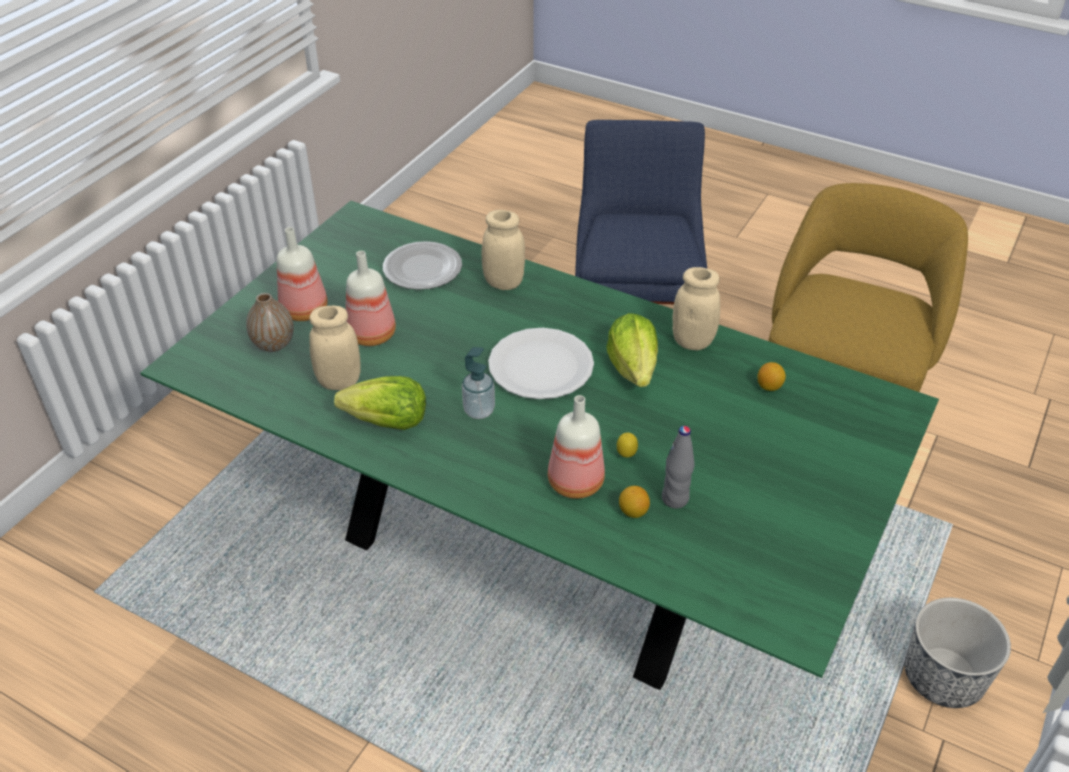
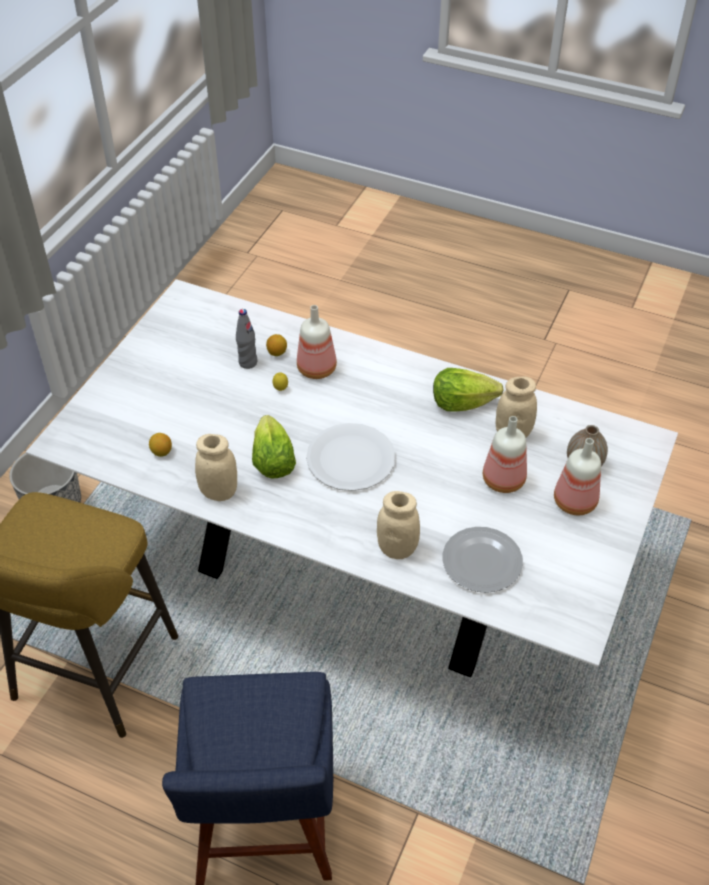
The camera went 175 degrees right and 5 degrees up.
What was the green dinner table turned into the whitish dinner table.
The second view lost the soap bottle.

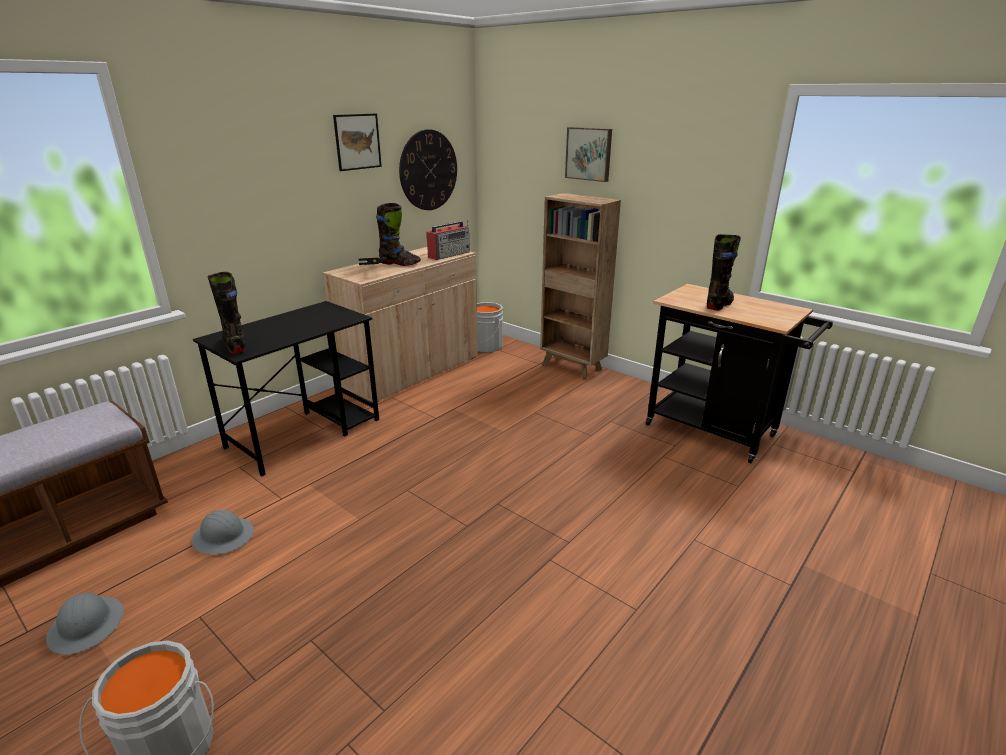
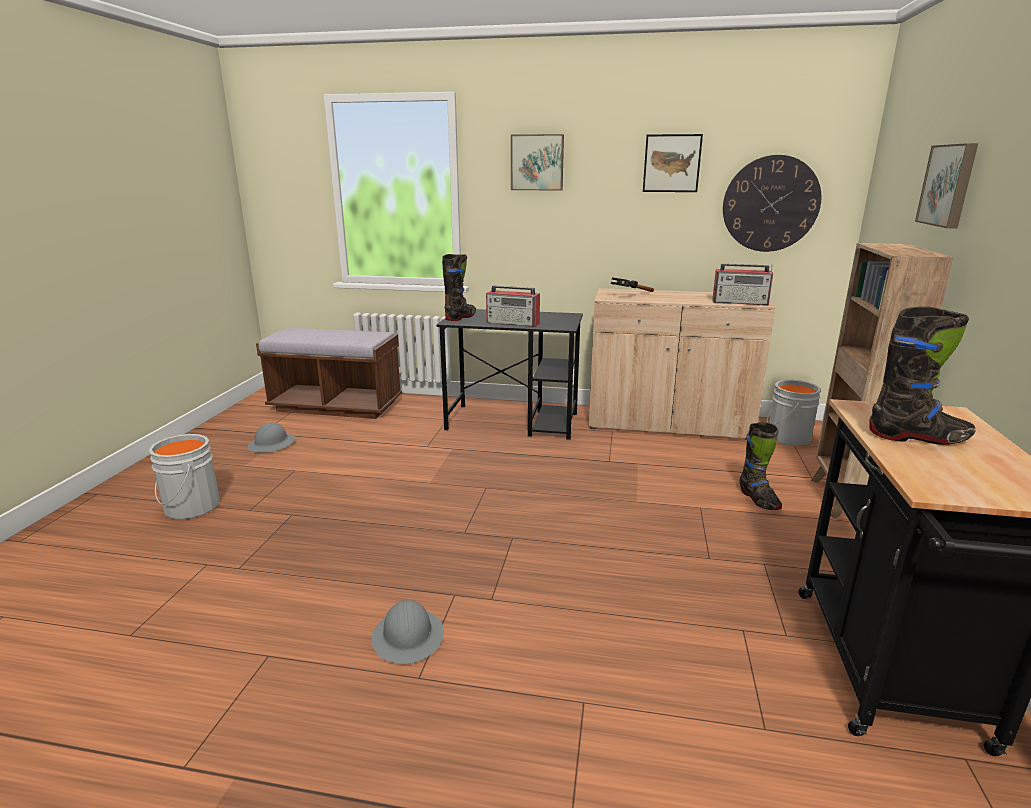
The camera went 60 degrees right and 5 degrees down.
The gray safety helmet (2nd from left) ended up elsewhere.
The second view gained the radio (1st from left).
The second view gained the picture (1st from left).
The blackish tall boot (2nd from left) ended up elsewhere.

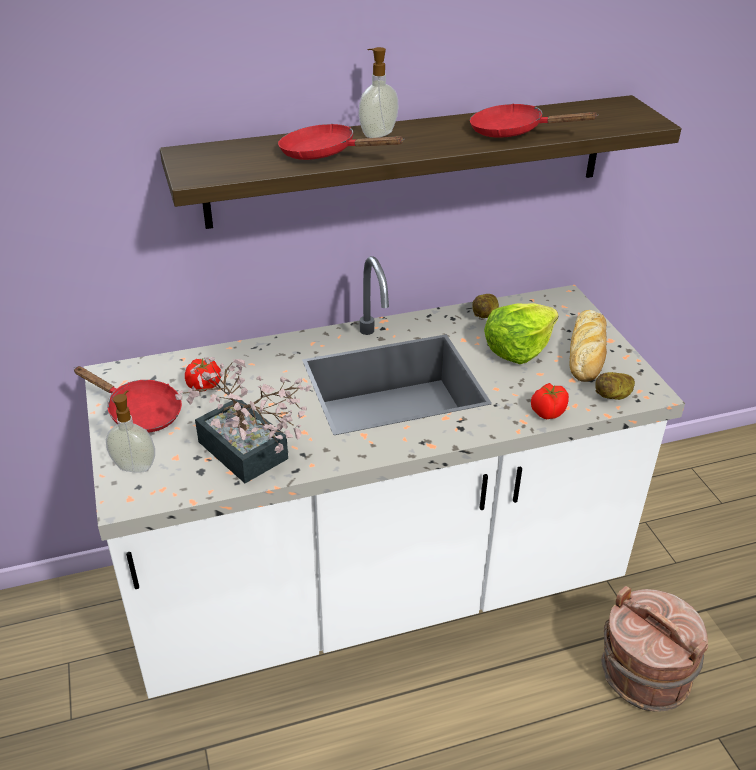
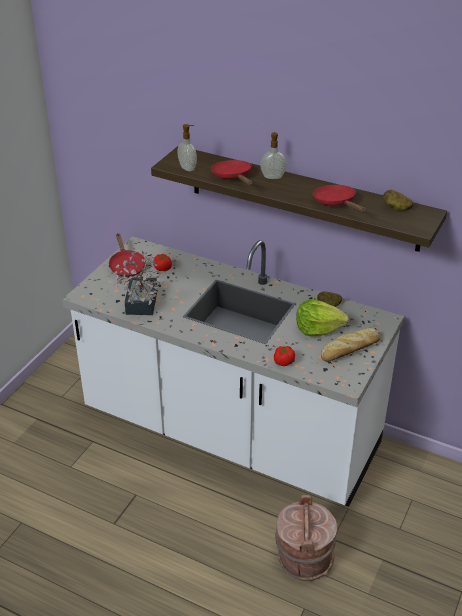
The camera went 45 degrees right and 0 degrees up.
The soap bottle (1st from left) ended up elsewhere.
The potato (2nd from left) ended up elsewhere.

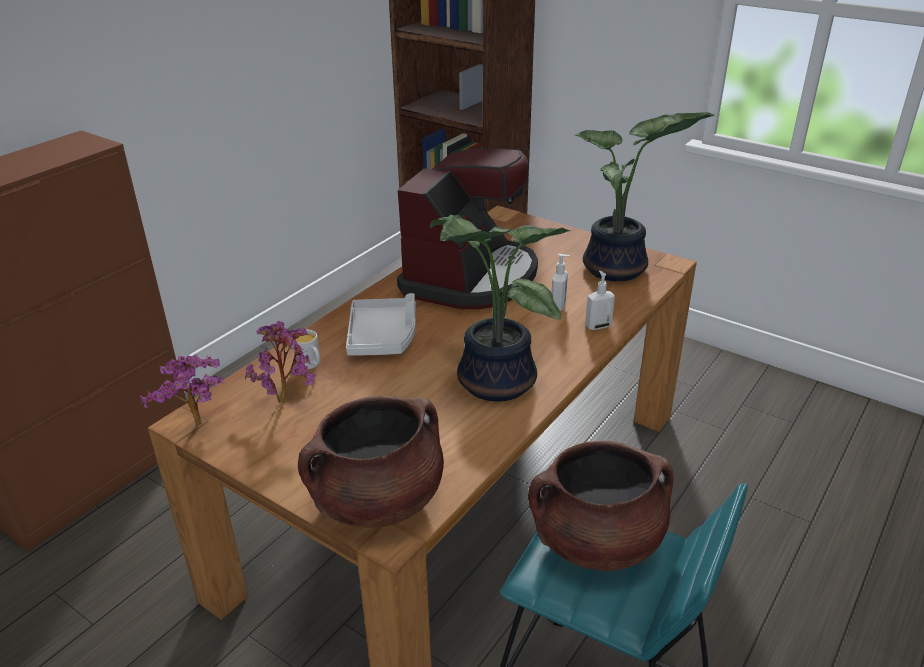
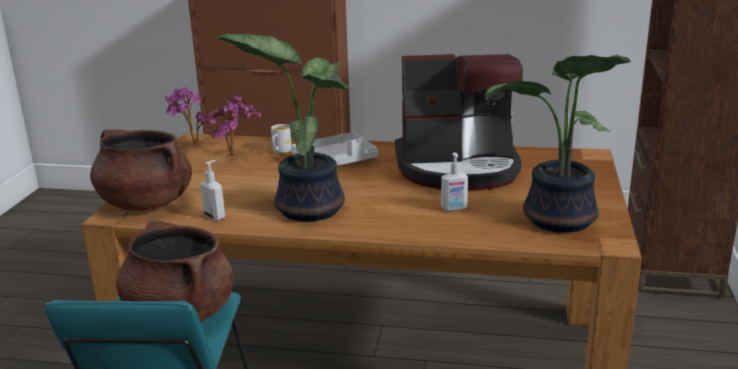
The camera went 65 degrees right and 10 degrees down.
The soap bottle (2nd from left in the first image) ended up elsewhere.

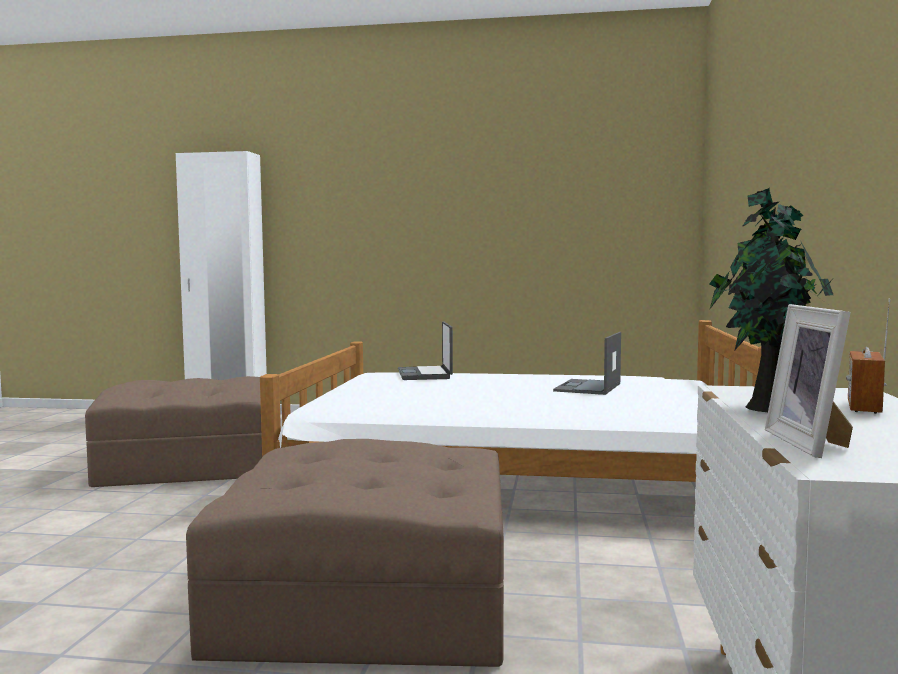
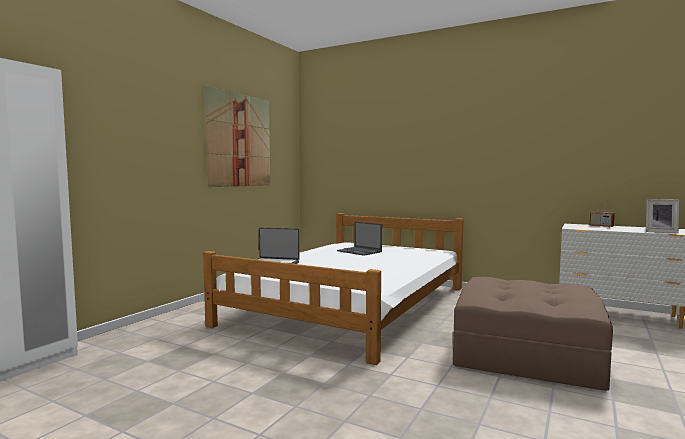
The camera went 70 degrees left and 0 degrees up.
The second view gained the picture.
The second view lost the brown-coloured pouffe (1st from left).
The second view lost the potted plant.

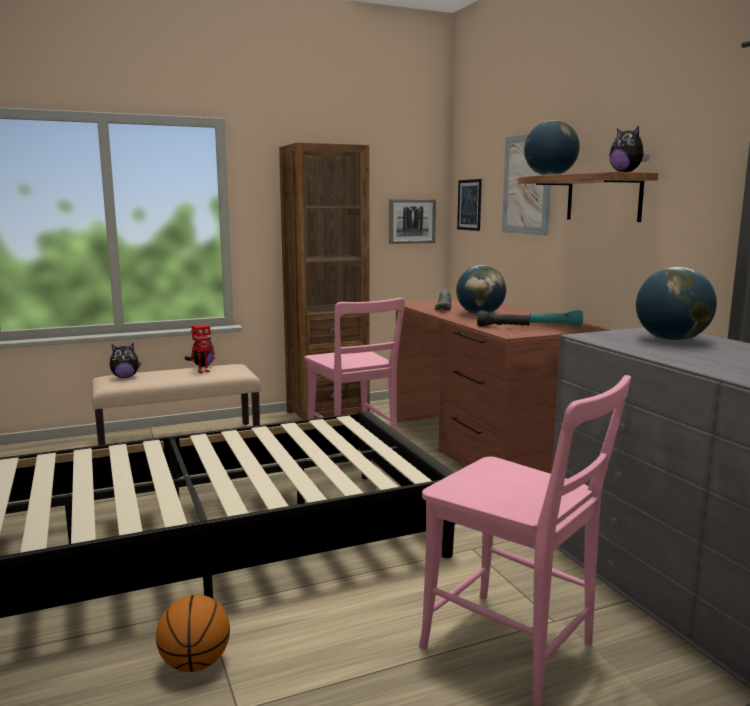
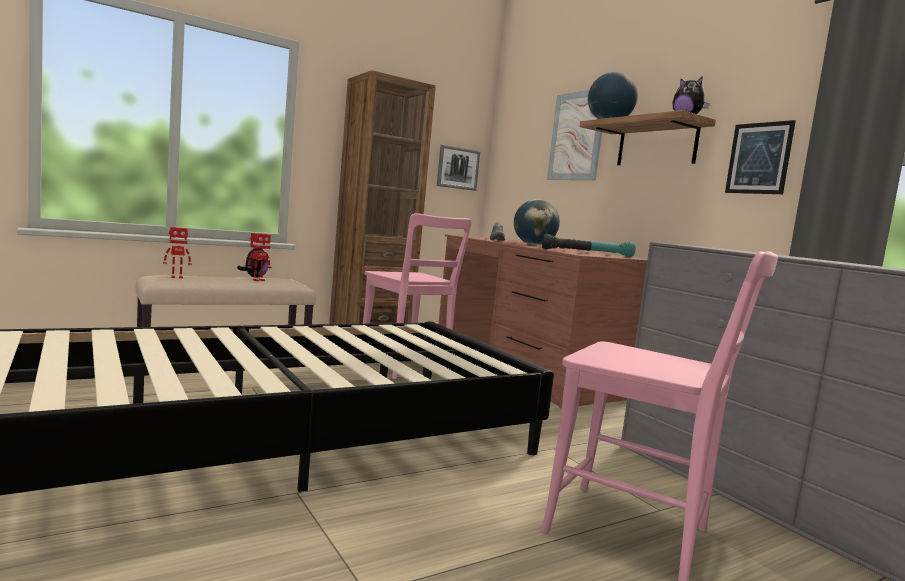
The camera went 10 degrees left and 5 degrees down.
Where the soft toy (1st from left) stood, the model robot (1st from left) came to stand.
The picture (2nd from left in the first image) ended up elsewhere.
The second view lost the basketball.
The second view lost the desk globe (3rd from left).

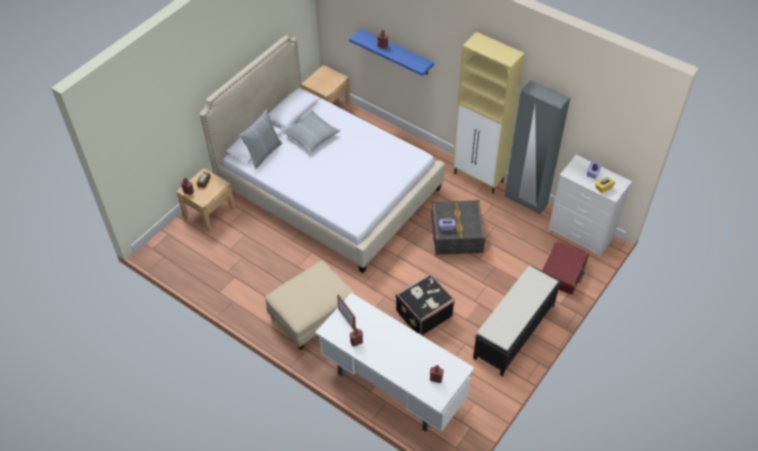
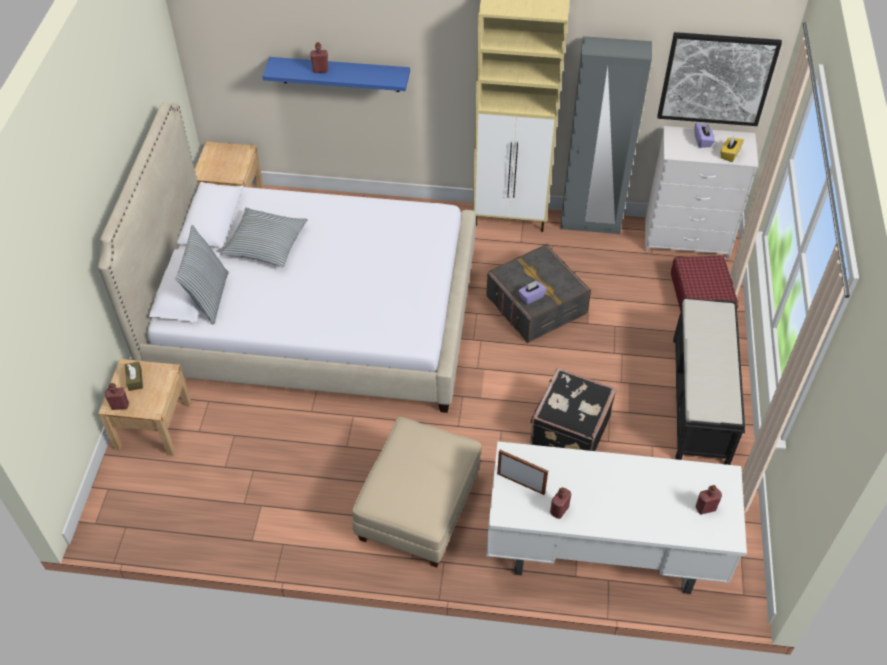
The camera went 30 degrees left and 0 degrees up.
The second view gained the picture.

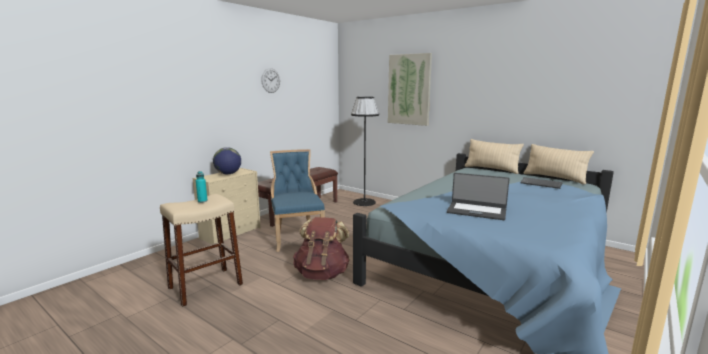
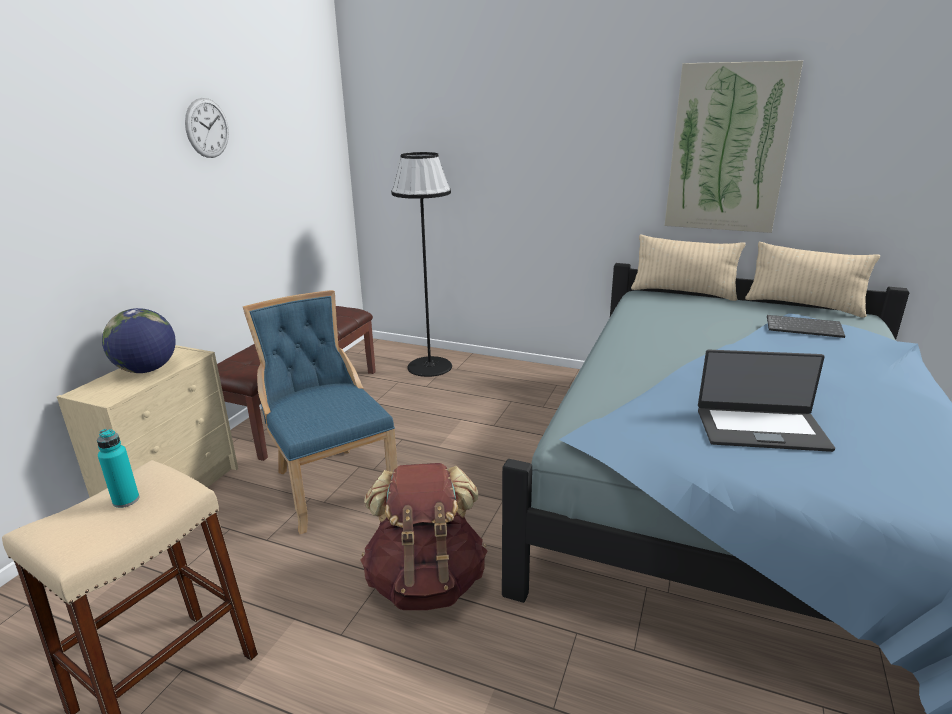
The camera went 15 degrees left and 10 degrees up.
The picture ended up elsewhere.

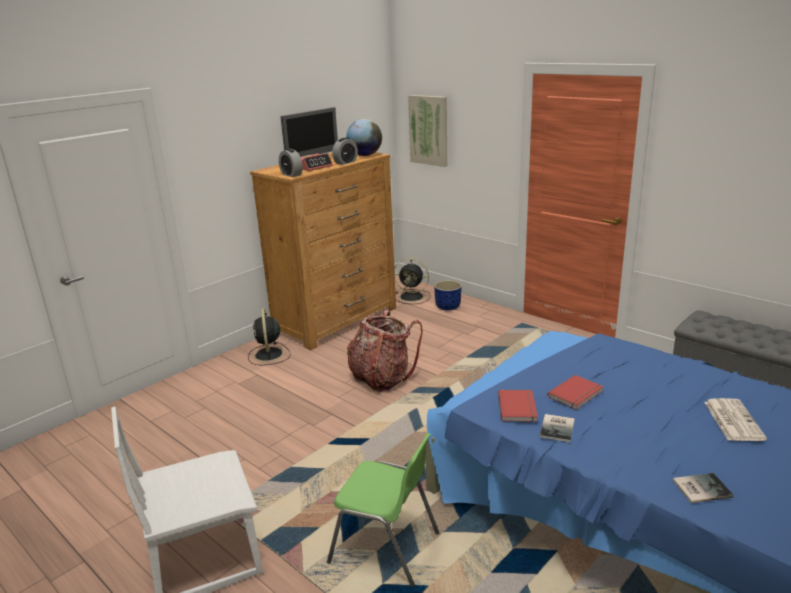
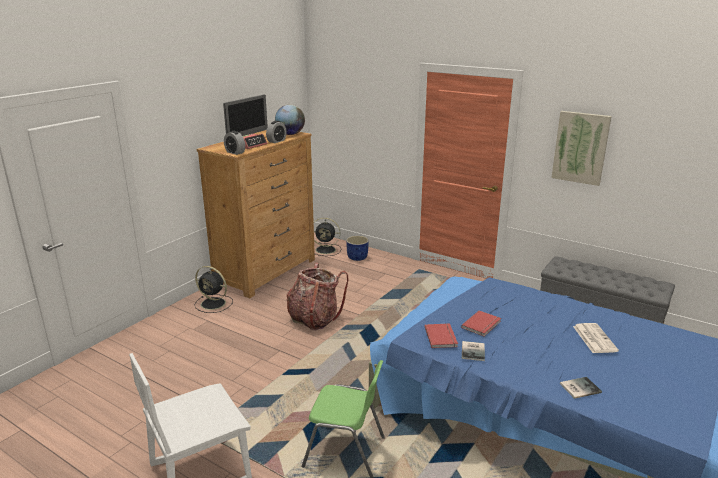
The camera went 10 degrees left and 0 degrees up.
The blackish cooling fan (1st from left) ended up facing another way, 45 degrees counterclockwise from before.
The picture ended up elsewhere.

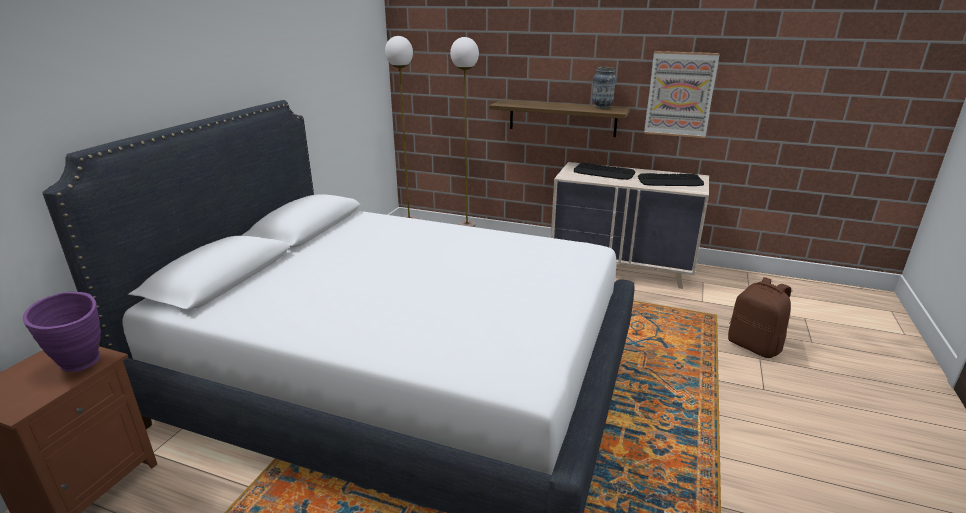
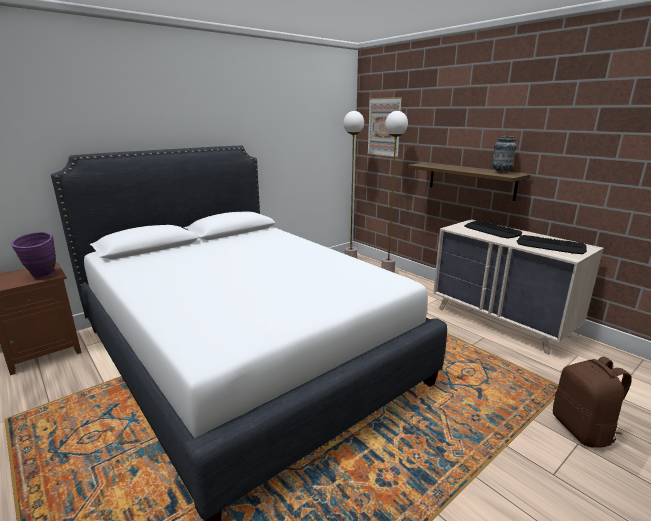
The camera went 30 degrees right and 5 degrees down.
The picture ended up elsewhere.

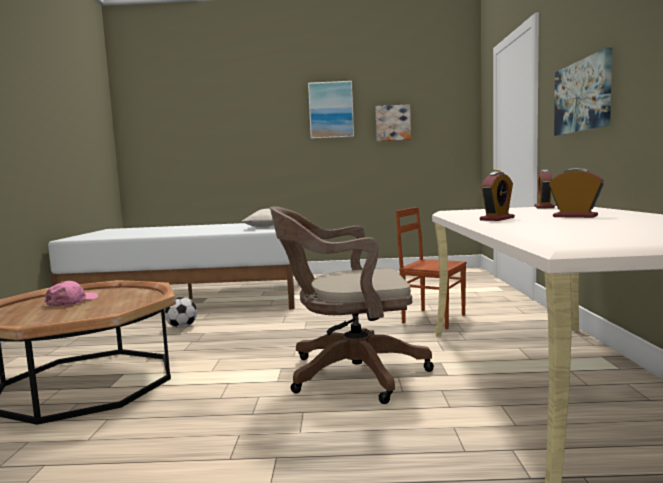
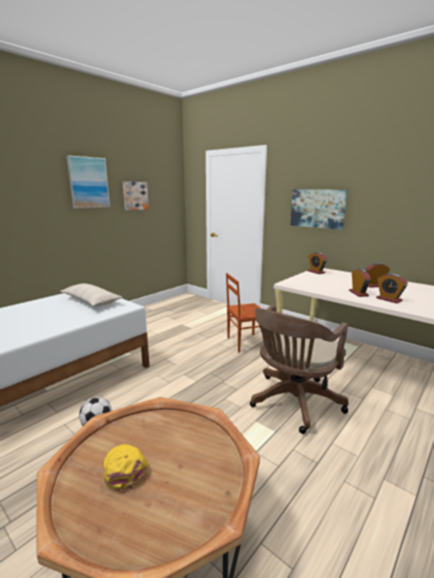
The camera went 50 degrees left and 10 degrees up.
What was the pinkish peaked cap turned into the yellow peaked cap.
The second view gained the table clock (4th from left).

